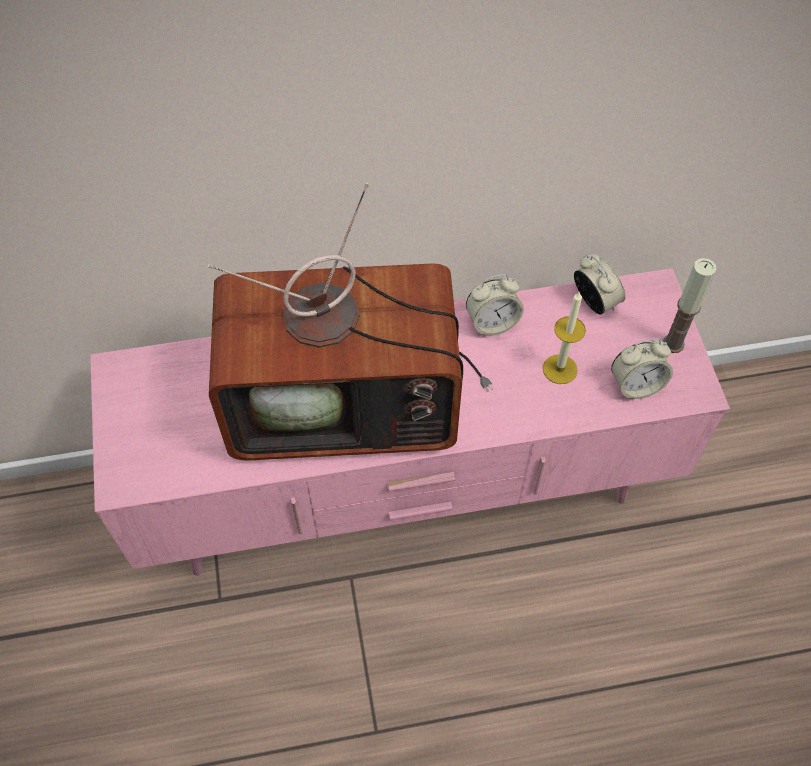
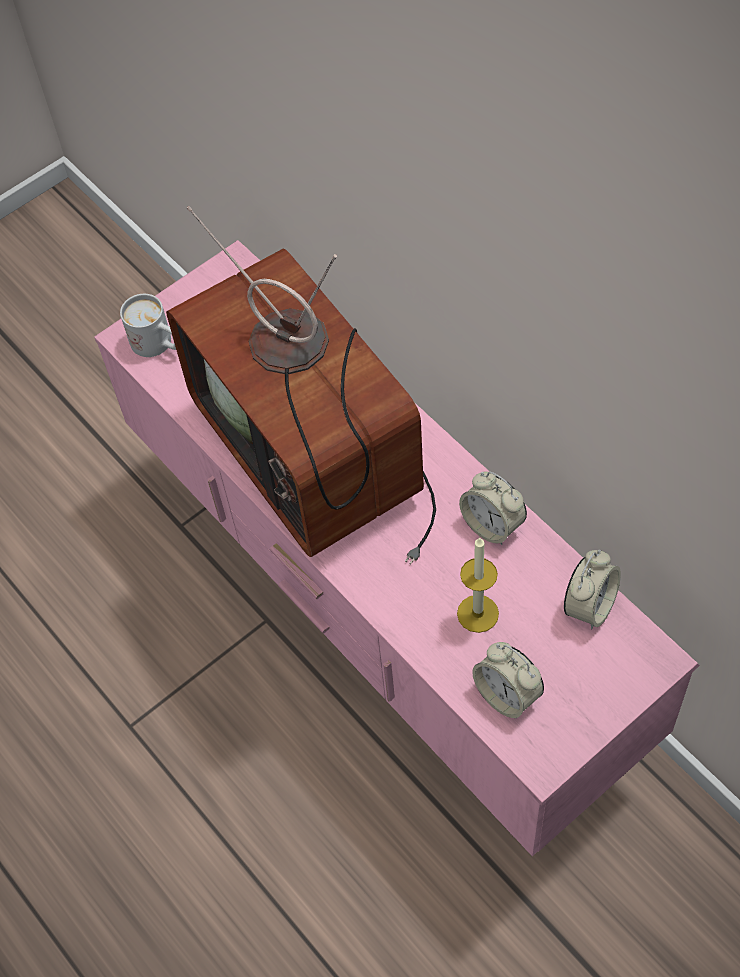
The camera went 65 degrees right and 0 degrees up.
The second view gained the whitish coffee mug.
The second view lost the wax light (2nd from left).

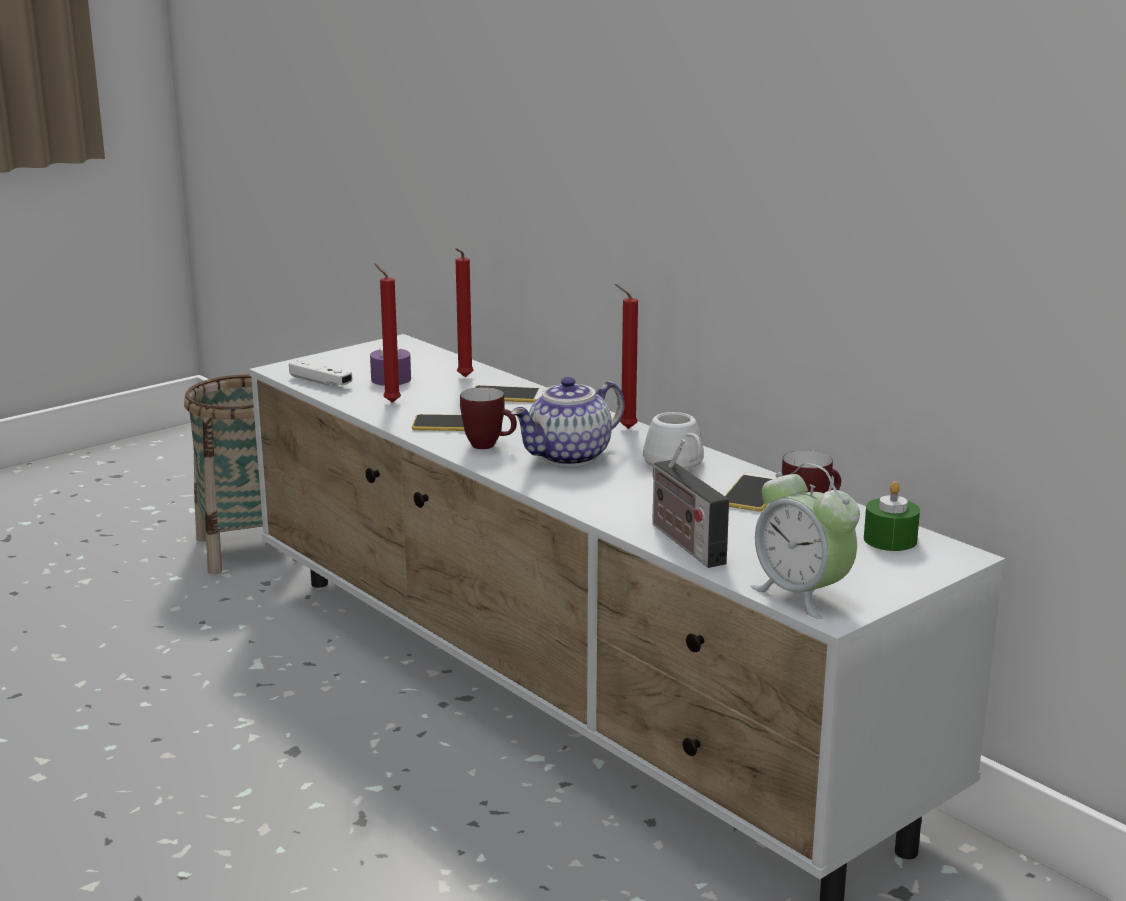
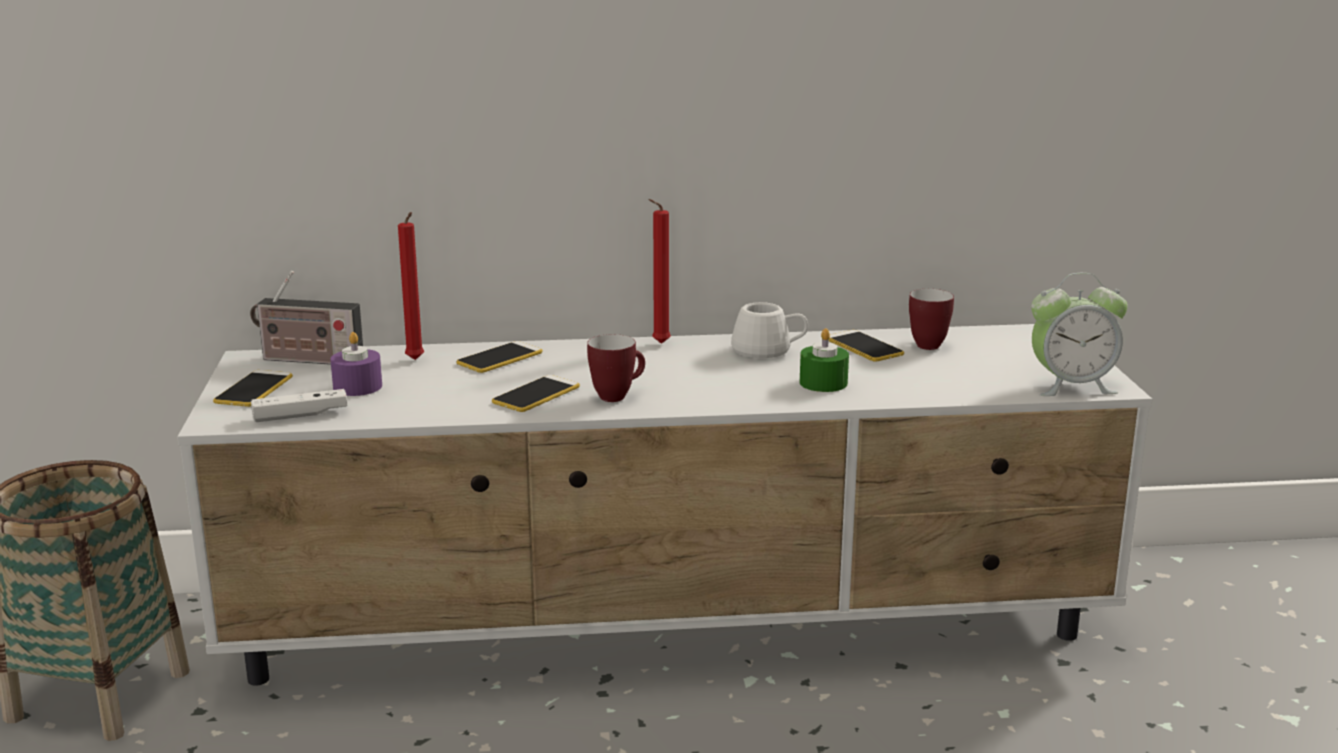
The camera went 55 degrees left and 0 degrees up.
The second view gained the telephone (1st from left).
The radio ended up elsewhere.
The green wax light ended up elsewhere.
The second view lost the reddish wax light (1st from left).
The second view lost the tea pot.

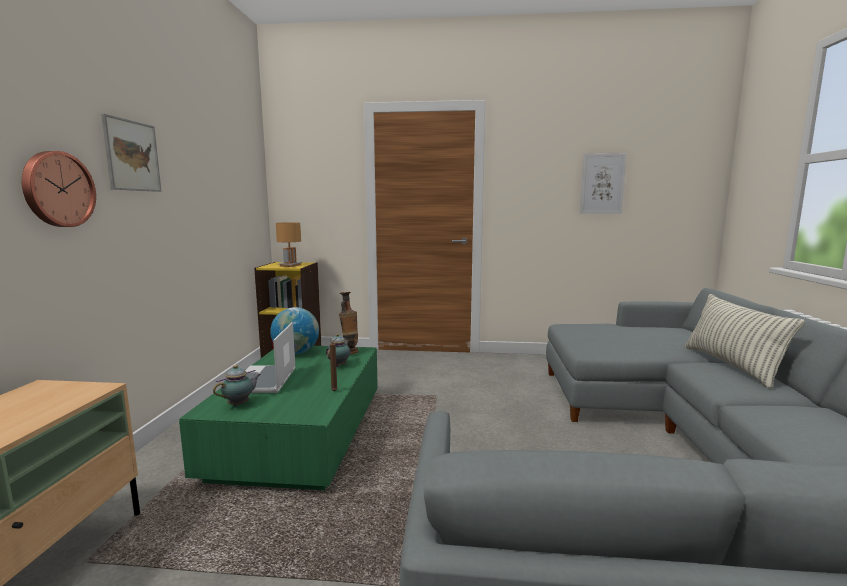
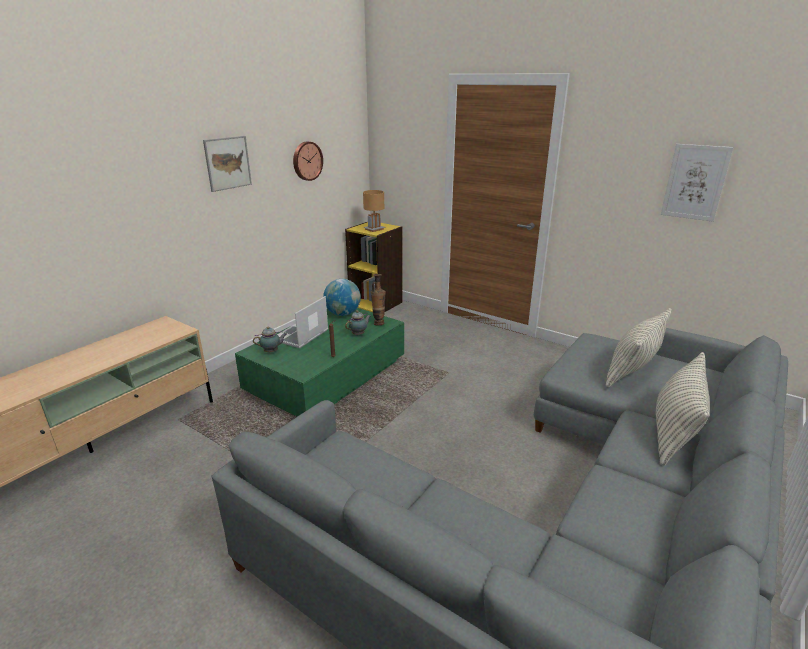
The camera went 30 degrees right and 15 degrees up.
The wall clock ended up elsewhere.
The second view gained the cushion (1st from left).

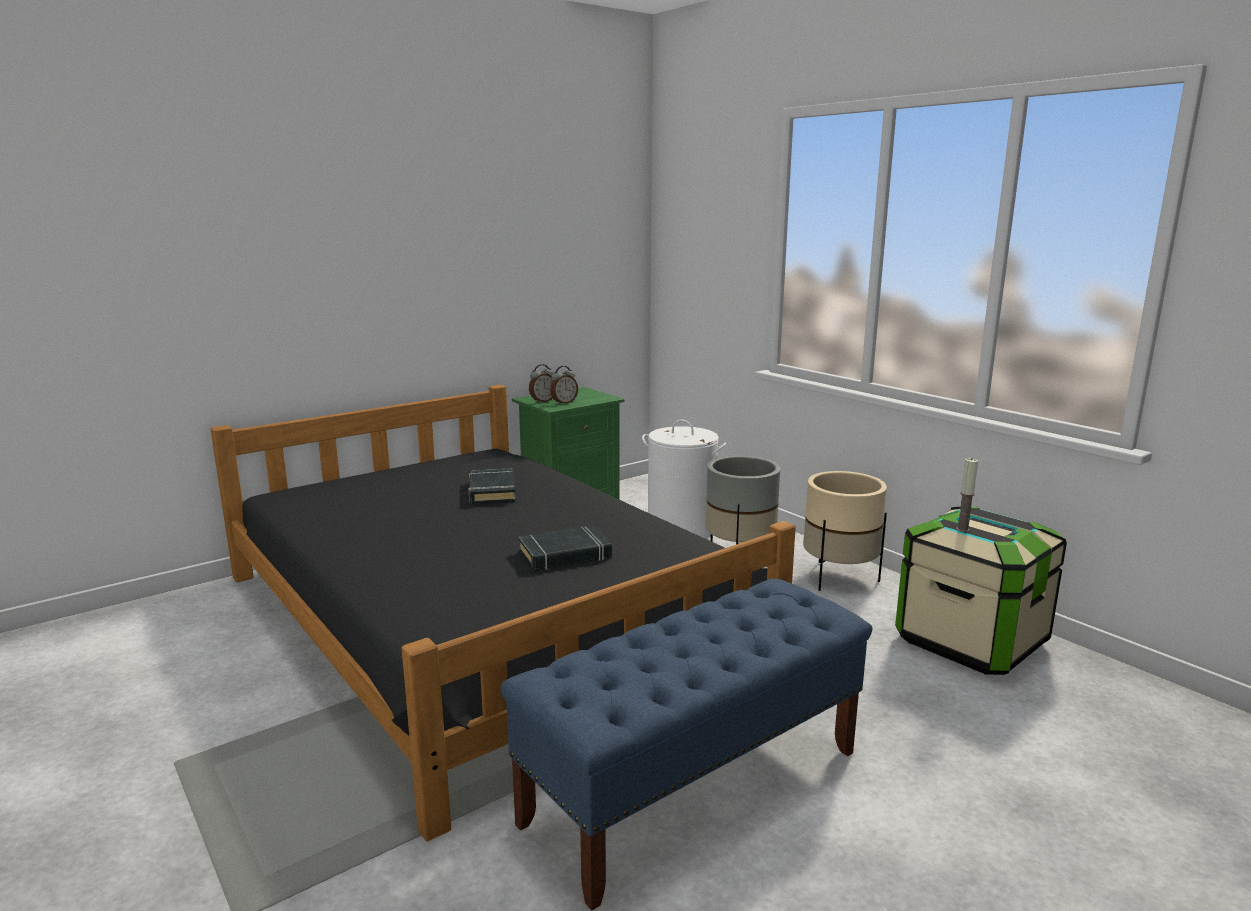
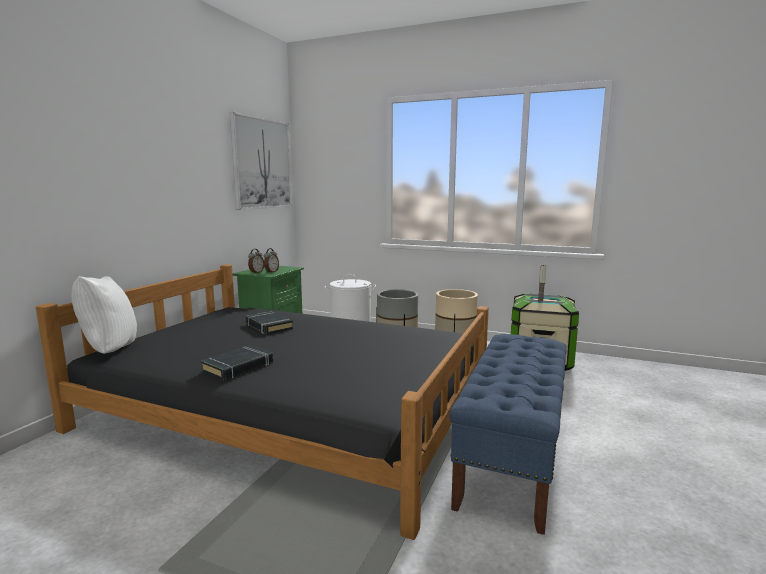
The camera went 30 degrees left and 5 degrees down.
The second view gained the whitish cushion.
The blackish bound book (2nd from left in the first image) ended up elsewhere.
The second view gained the picture.

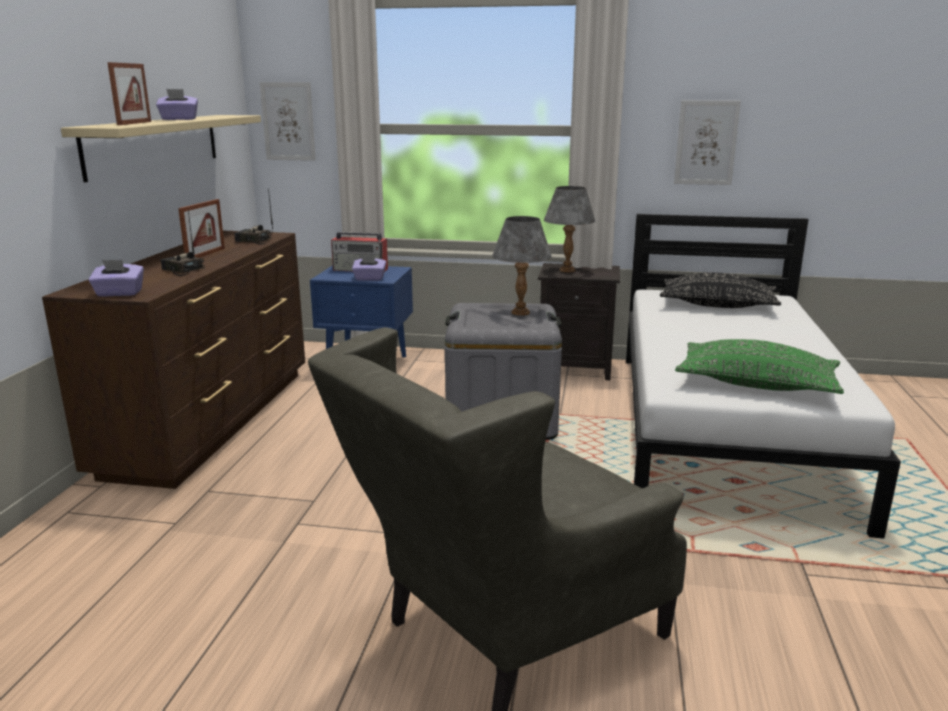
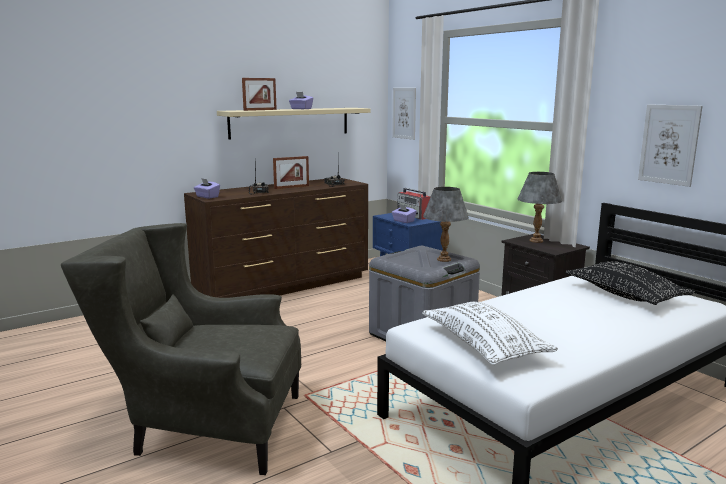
The camera went 45 degrees right and 5 degrees down.
What was the green cushion turned into the whitish cushion.

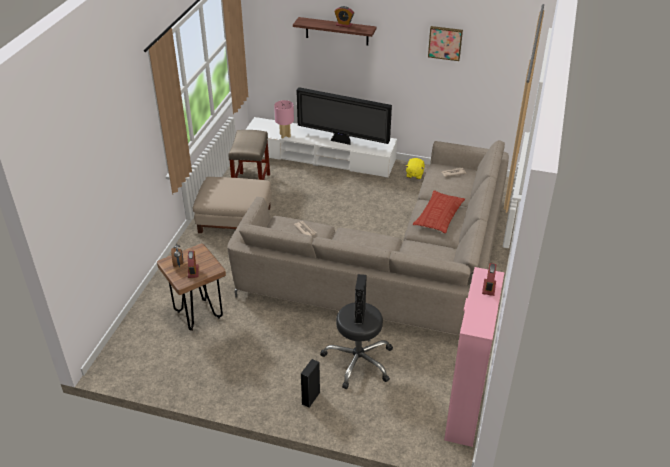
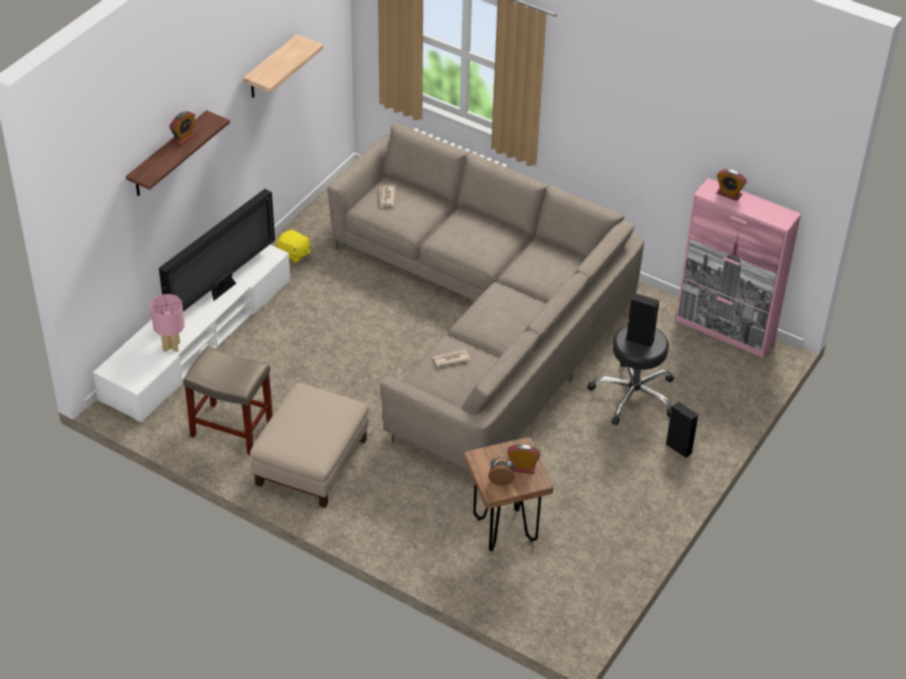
The camera went 75 degrees left and 5 degrees up.
Where the picture hung, the shelf (2nd from left) came to hang.
The second view lost the cushion.

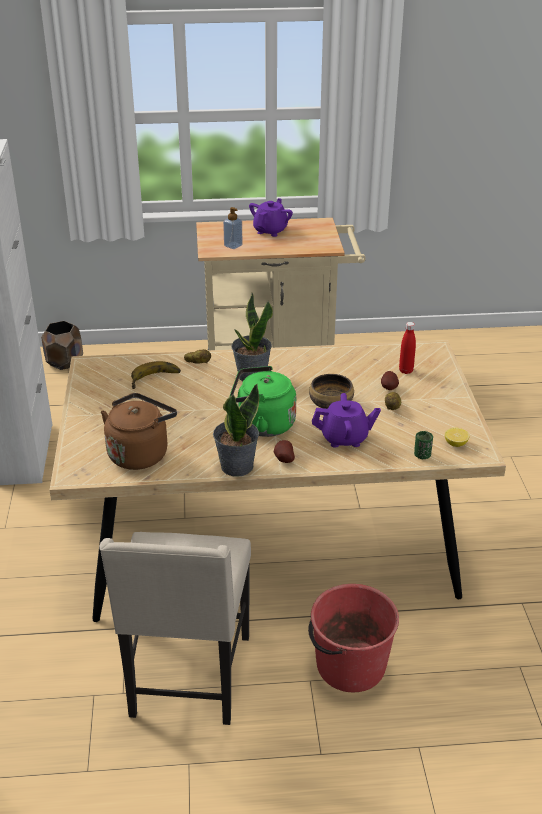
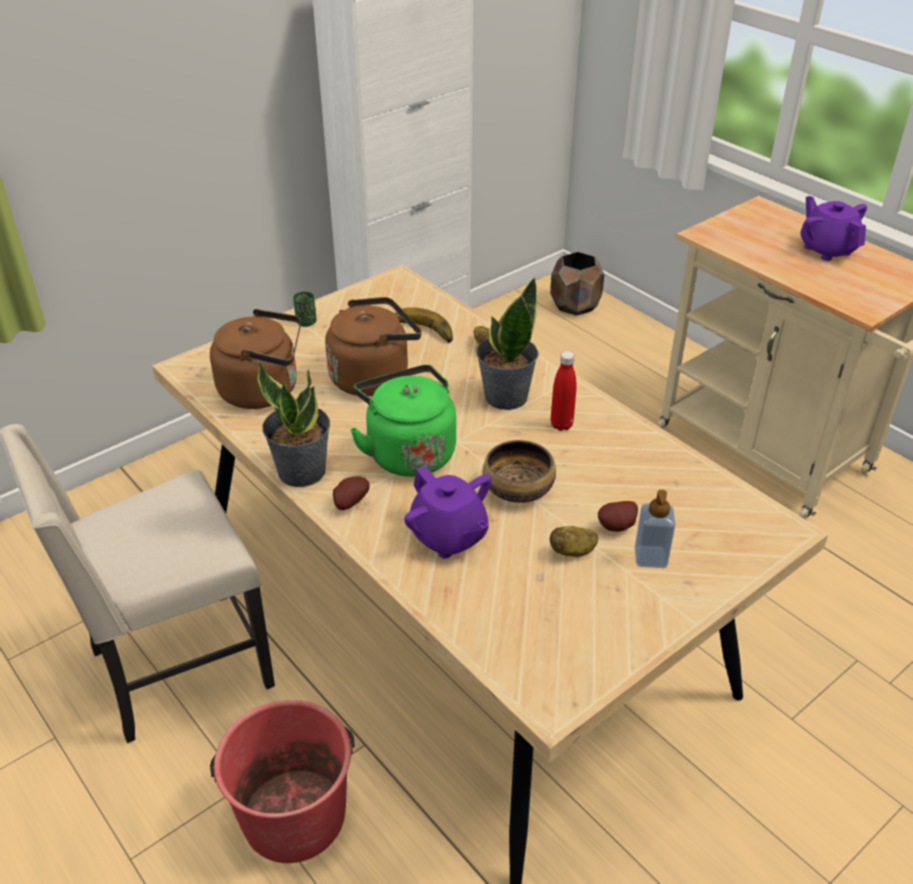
The camera went 55 degrees right and 5 degrees up.
The green drinking cup ended up elsewhere.
The second view gained the brown-coloured kettle (2nd from left).
The reddish beverage bottle ended up elsewhere.
The soap bottle ended up elsewhere.
The purple tea pot (1st from left in the first image) ended up facing another way, 105 degrees counterclockwise from before.
The second view lost the citrus fruit.

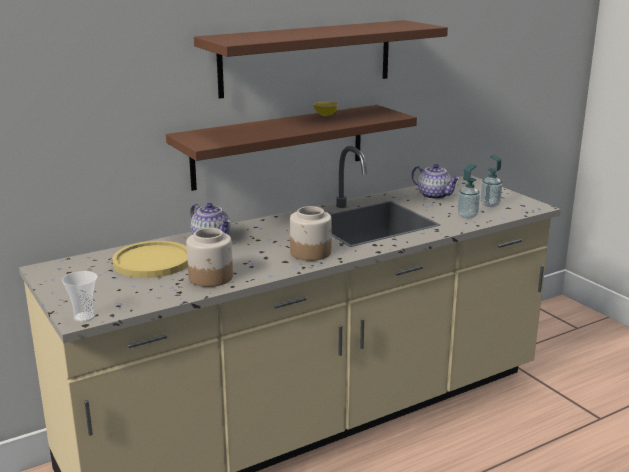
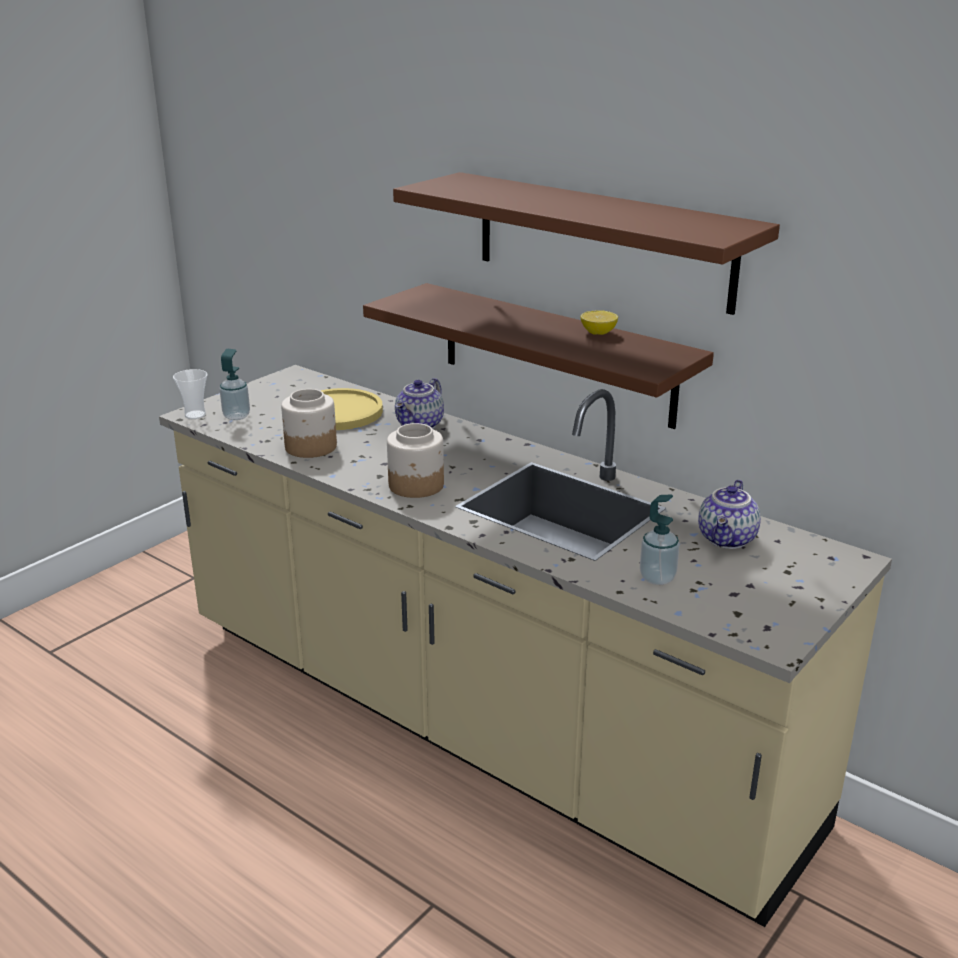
The camera went 70 degrees right and 5 degrees up.
The soap bottle (2nd from left in the first image) ended up elsewhere.

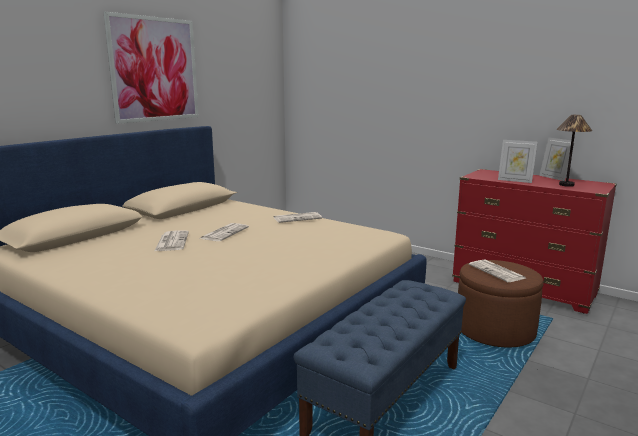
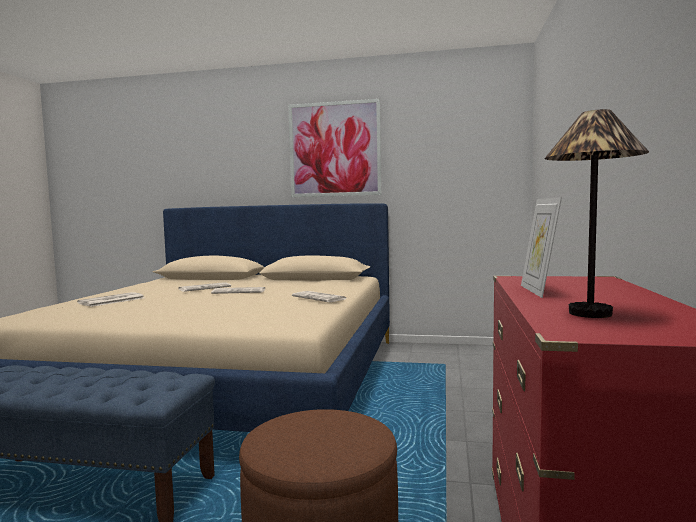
The camera went 65 degrees right and 10 degrees down.
The newspaper (4th from left in the first image) ended up elsewhere.
The second view lost the photo frame (2nd from left).

